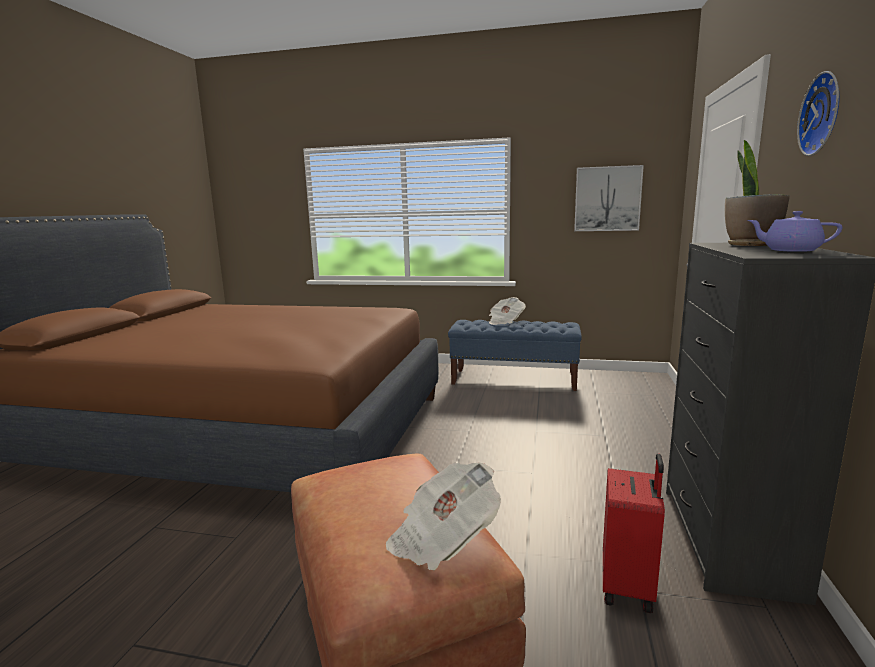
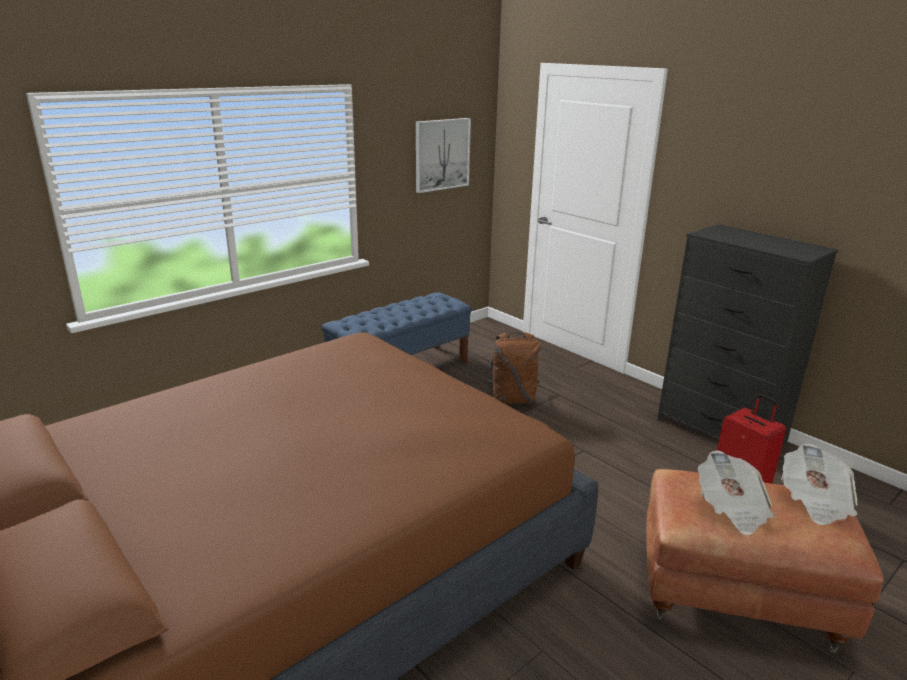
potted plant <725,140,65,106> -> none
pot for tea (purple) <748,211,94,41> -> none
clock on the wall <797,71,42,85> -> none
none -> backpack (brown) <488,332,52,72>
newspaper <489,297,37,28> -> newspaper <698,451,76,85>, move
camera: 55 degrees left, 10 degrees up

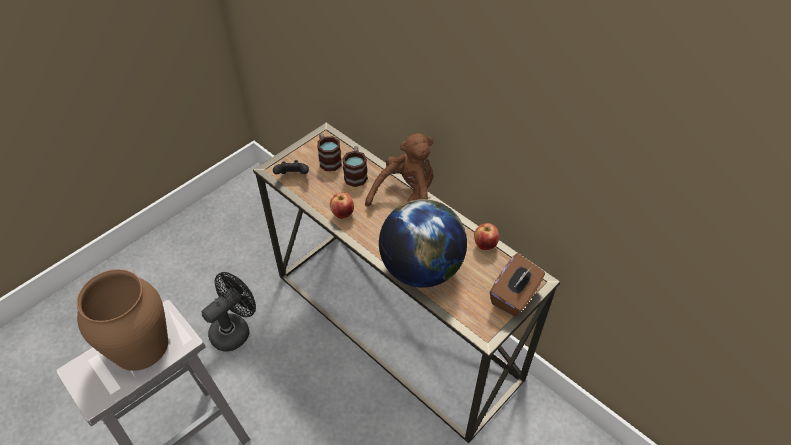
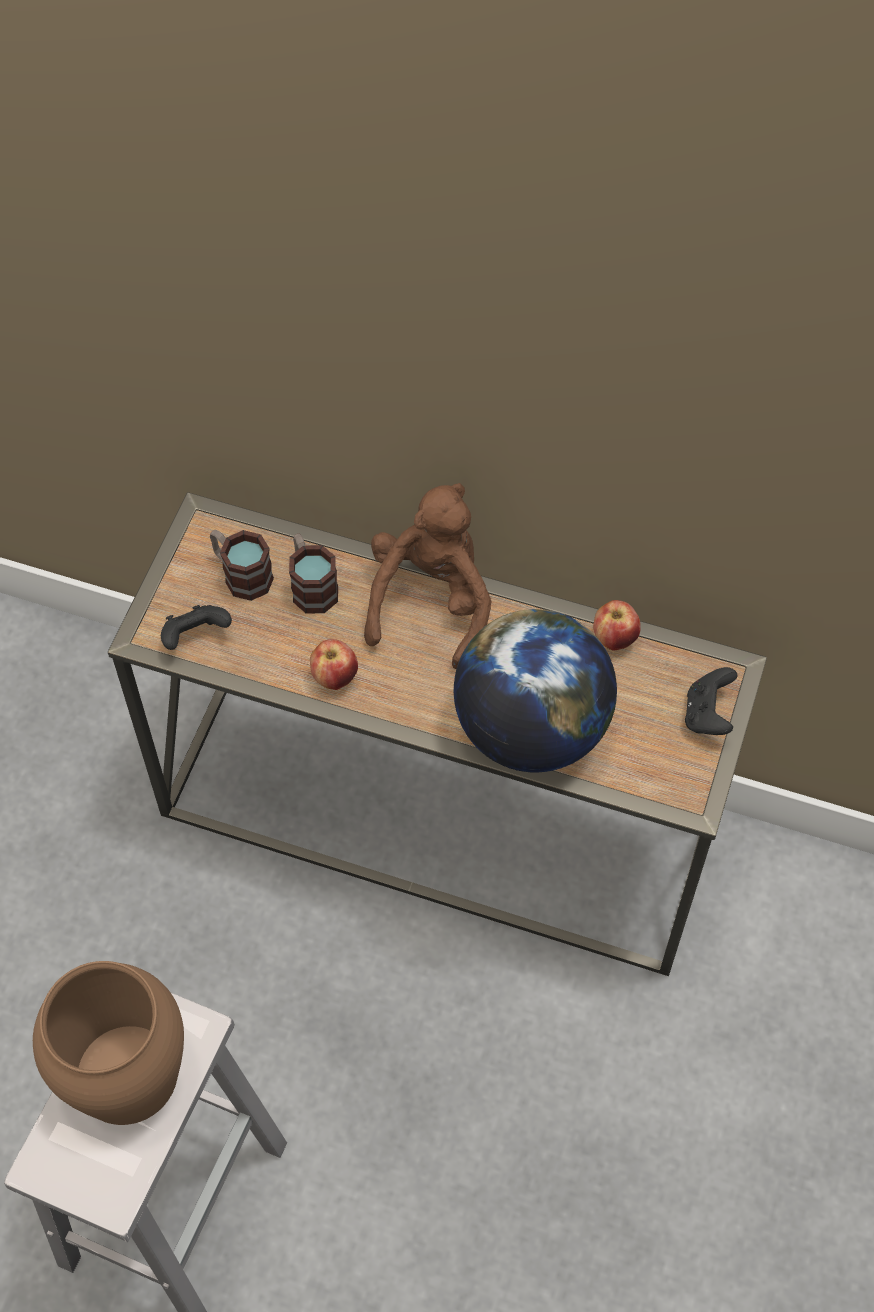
electric fan (black) <202,272,54,80> -> none
tissue holder (brown) <490,253,55,64> -> gamepad (black) <685,667,53,68>
camera: 25 degrees left, 10 degrees up

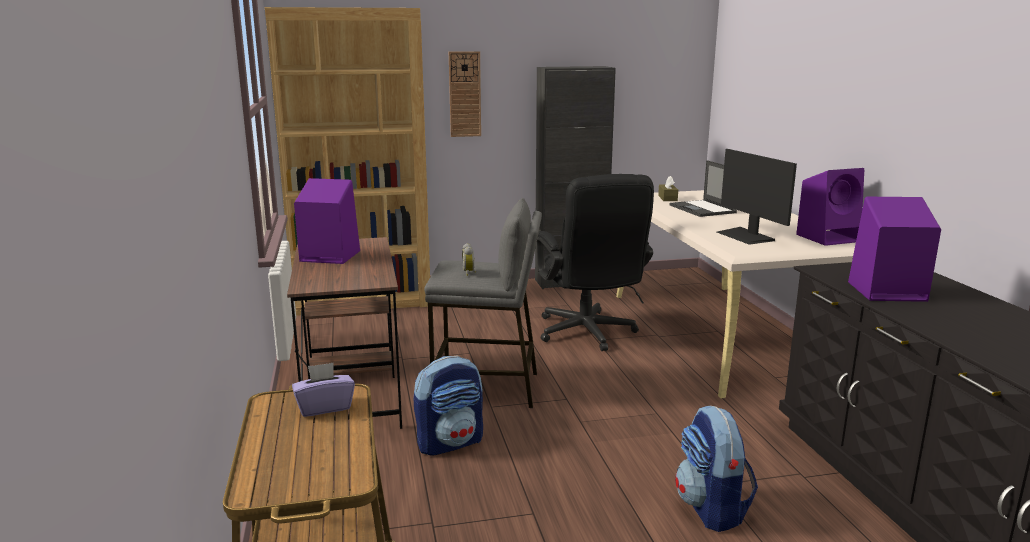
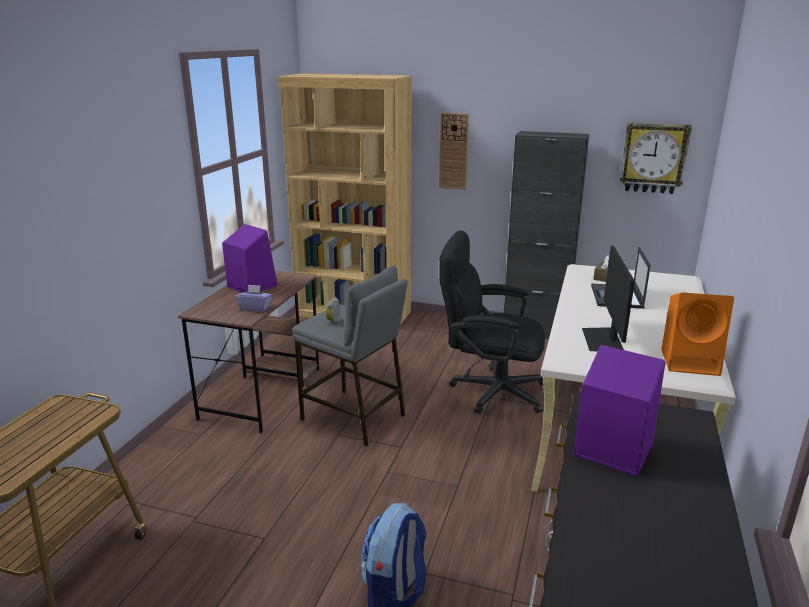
backpack <413,355,70,101> -> none
none -> clock on the wall <620,123,72,71>
tissue holder (purple) <292,362,63,55> -> tissue holder (purple) <236,284,36,28>, move
loudspeaker (purple) <796,168,68,78> -> loudspeaker (orange) <661,292,73,84>
office chair (black) <537,174,117,177> -> office chair (black) <439,231,106,183>, 90 degrees clockwise
camera: 30 degrees right, 5 degrees up

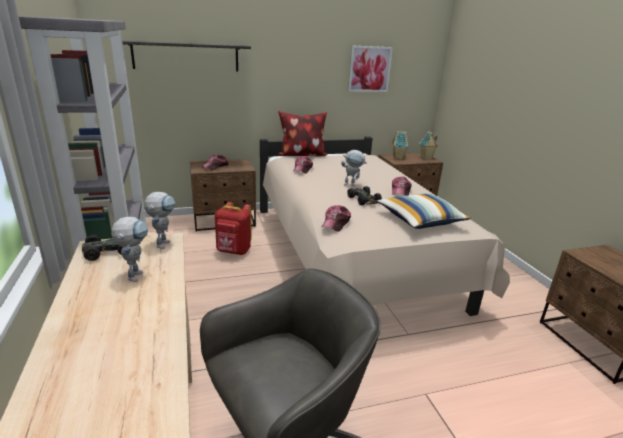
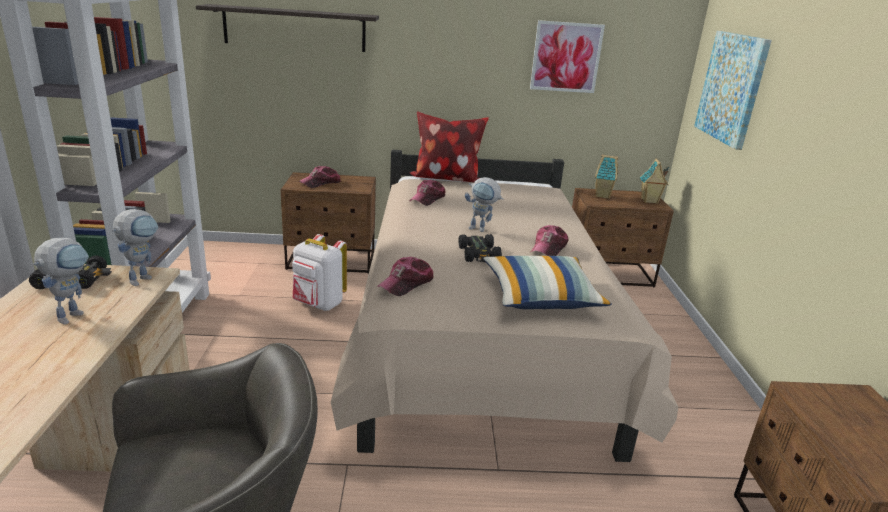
none -> wall picture <694,31,78,119>
backpack (red) <215,202,37,53> -> backpack (whitish) <292,234,55,77>
camera: 15 degrees right, 0 degrees up

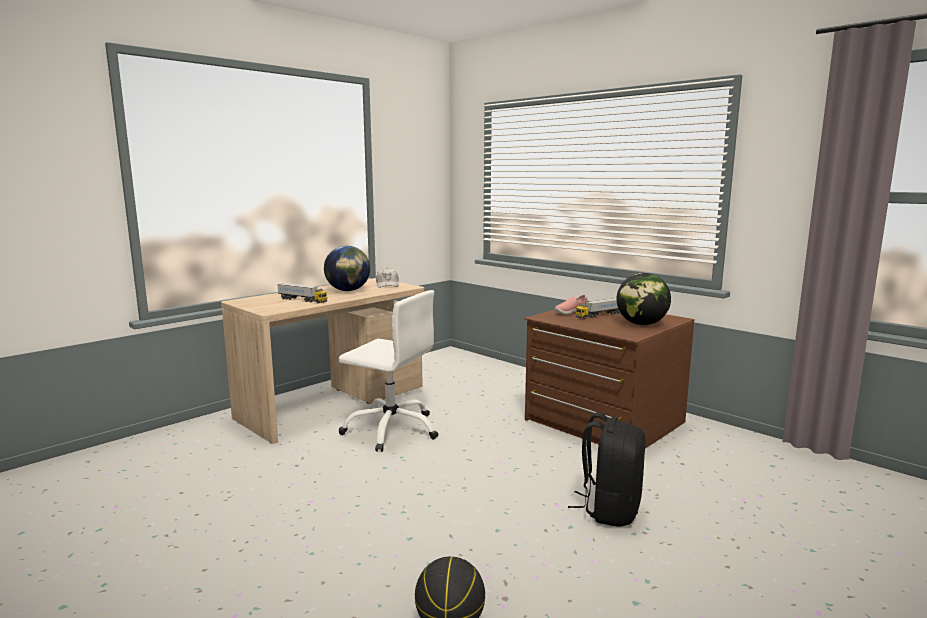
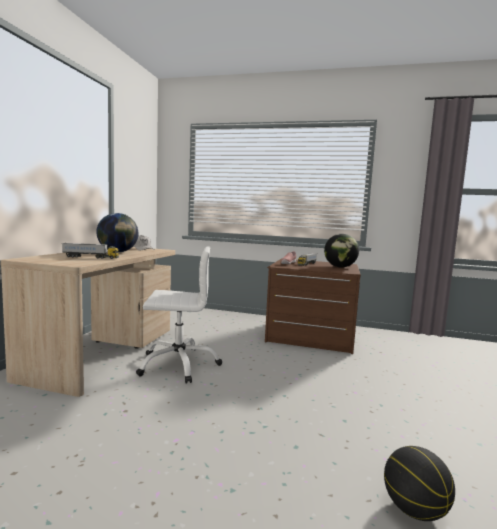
backpack (black) <568,412,78,115> -> none
camera: 30 degrees left, 5 degrees down

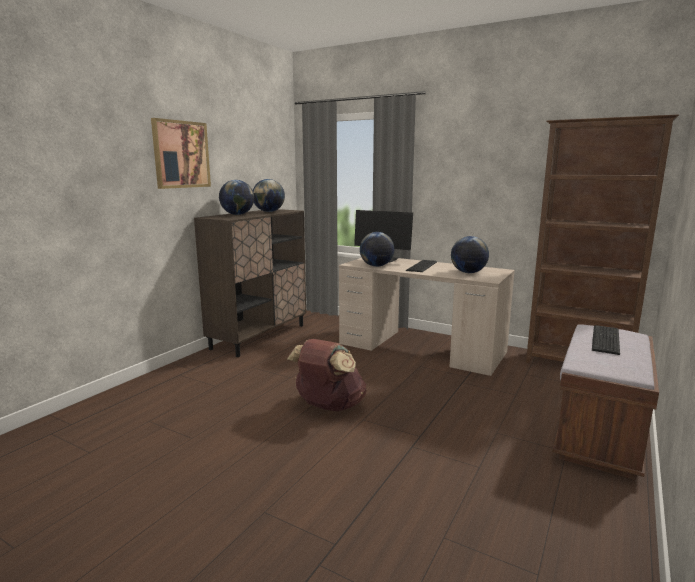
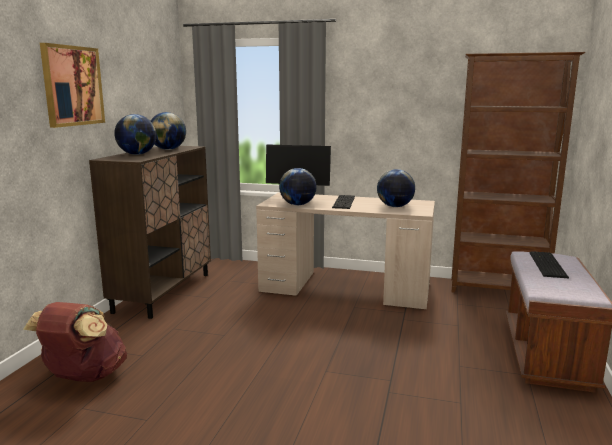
backpack (brown) <287,339,80,72> -> backpack (brown) <23,302,104,80>, move
camera: 15 degrees left, 0 degrees up

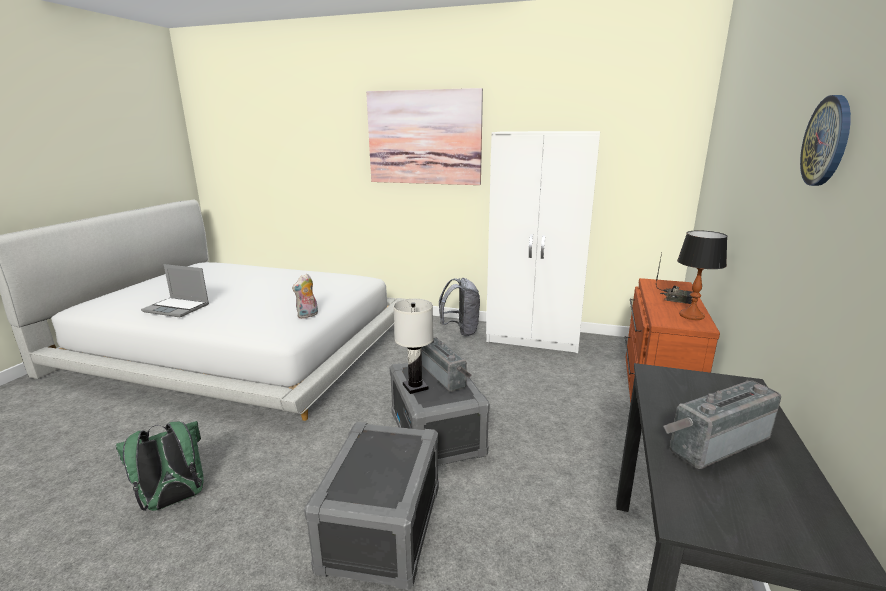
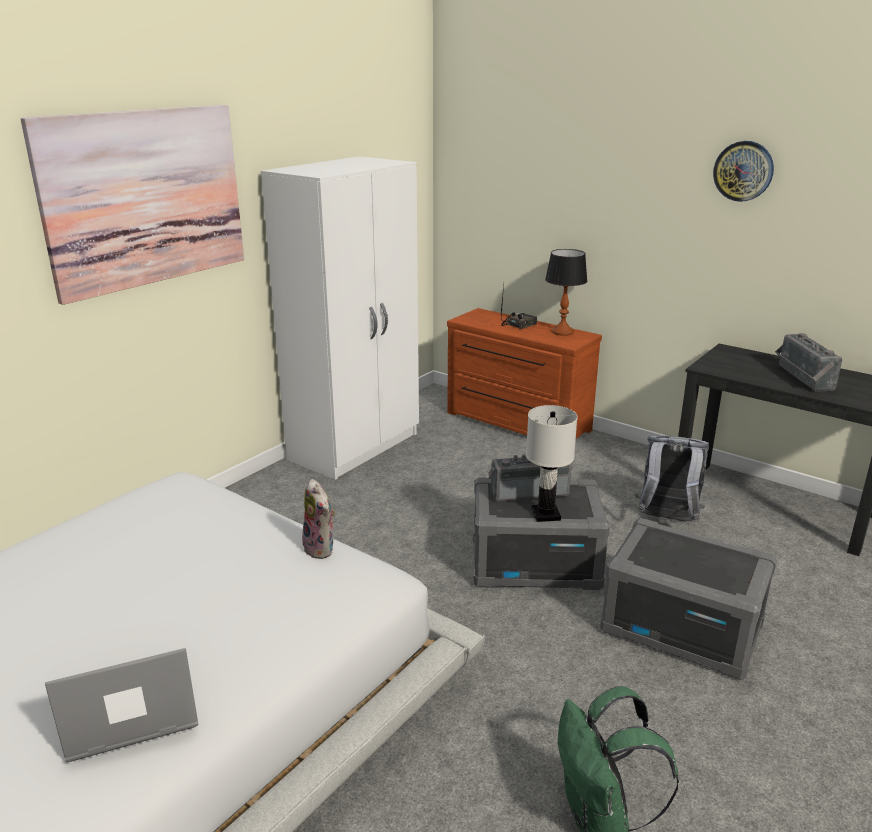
backpack (grey) <439,278,41,58> -> backpack (grey) <635,436,74,85>, move
laptop <141,264,68,53> -> laptop <45,648,154,114>, 150 degrees counterclockwise
camera: 70 degrees left, 5 degrees up

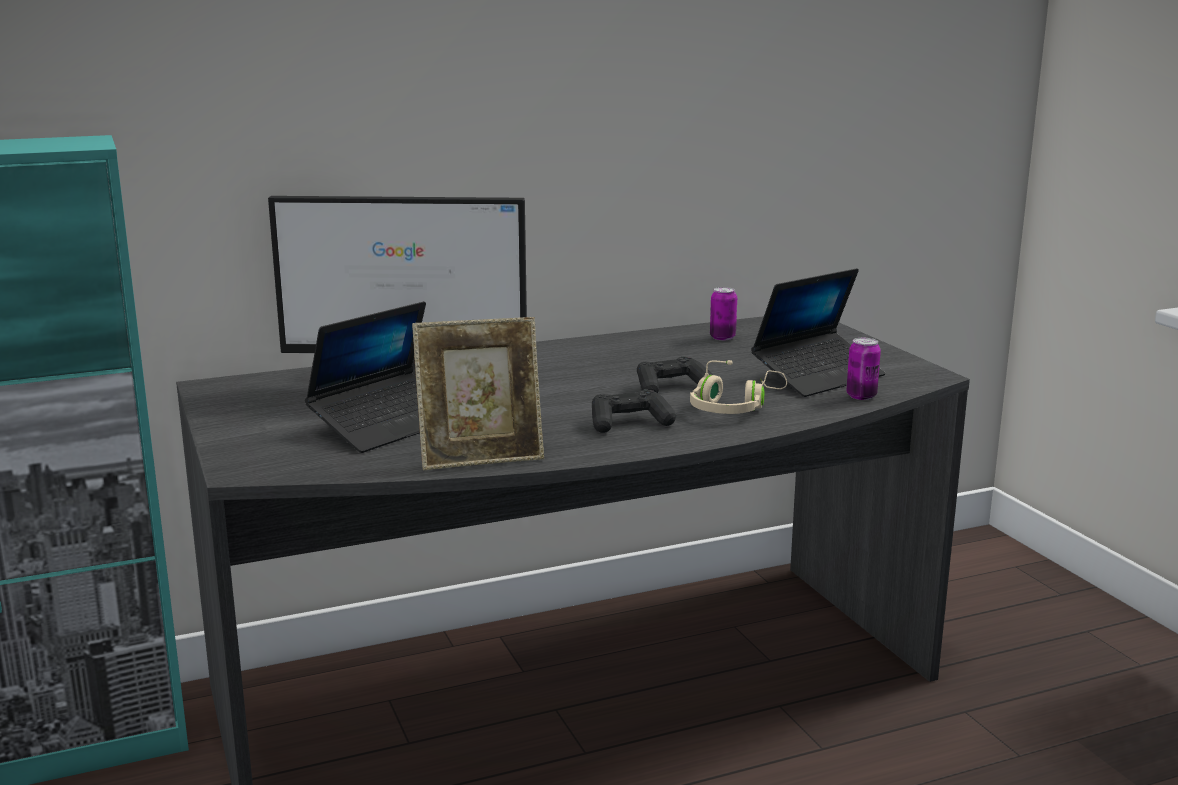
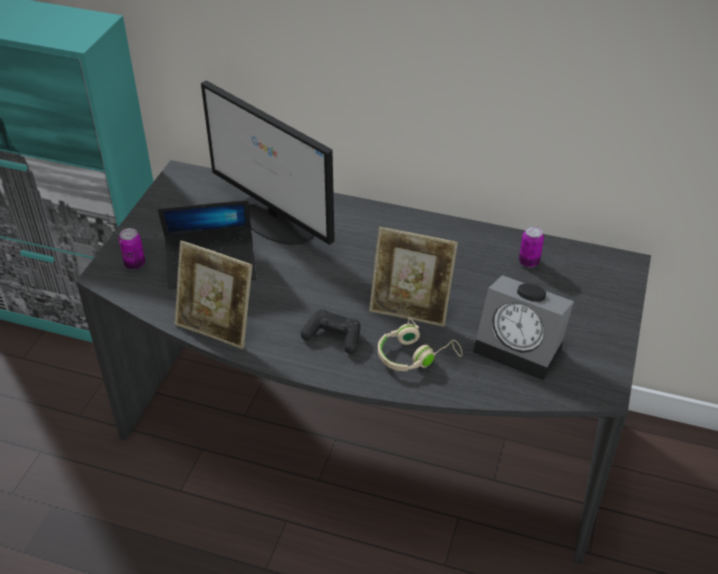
sealed can <846,338,35,62> -> sealed can <119,228,26,41>, move
gamepad (black) <637,356,76,37> -> picture frame <369,227,89,100>
laptop <751,268,135,129> -> alarm clock <473,275,101,106>
camera: 40 degrees right, 25 degrees up

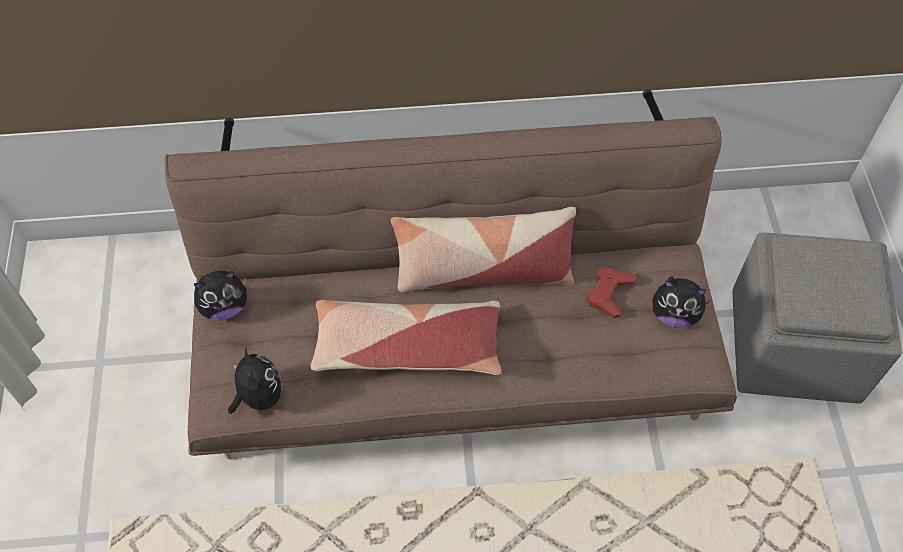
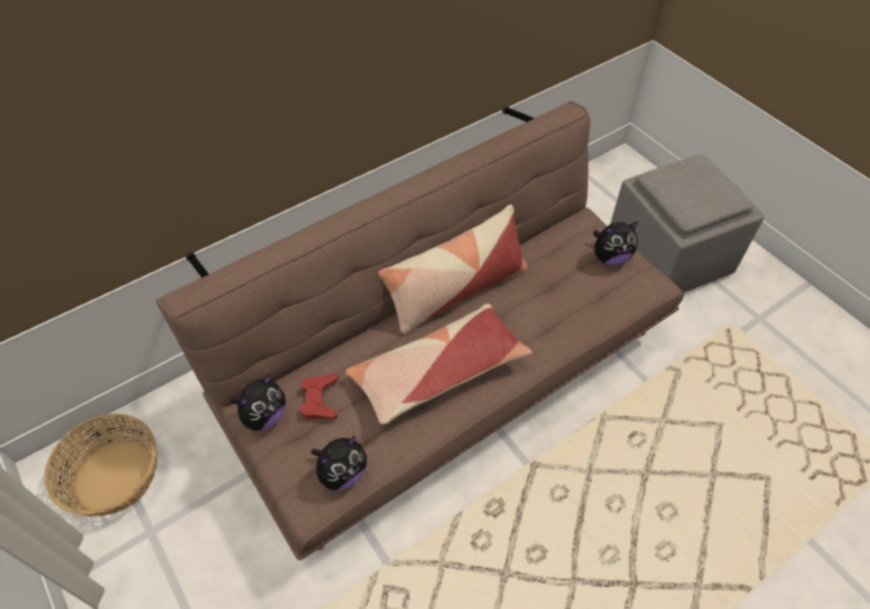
none -> basket <44,414,113,102>
gamepad (red) <586,267,51,51> -> gamepad (red) <300,373,38,47>, move
plush toy <228,348,54,66> -> plush toy <311,436,56,54>, 105 degrees clockwise
camera: 30 degrees left, 5 degrees down

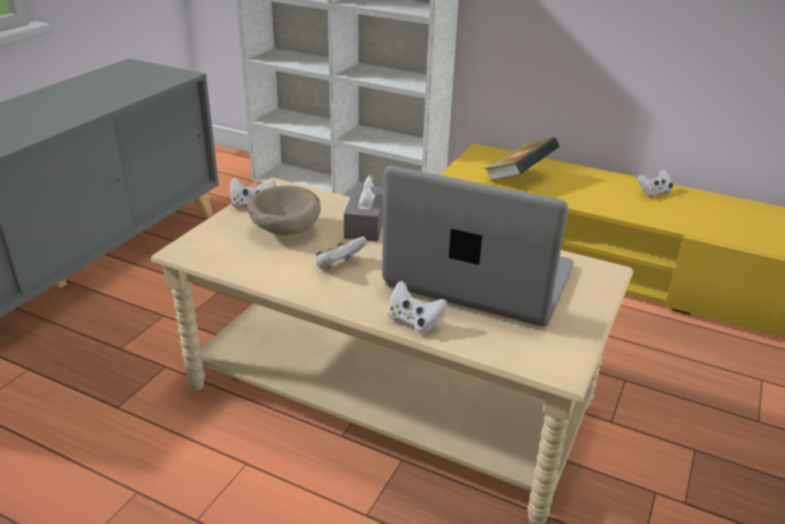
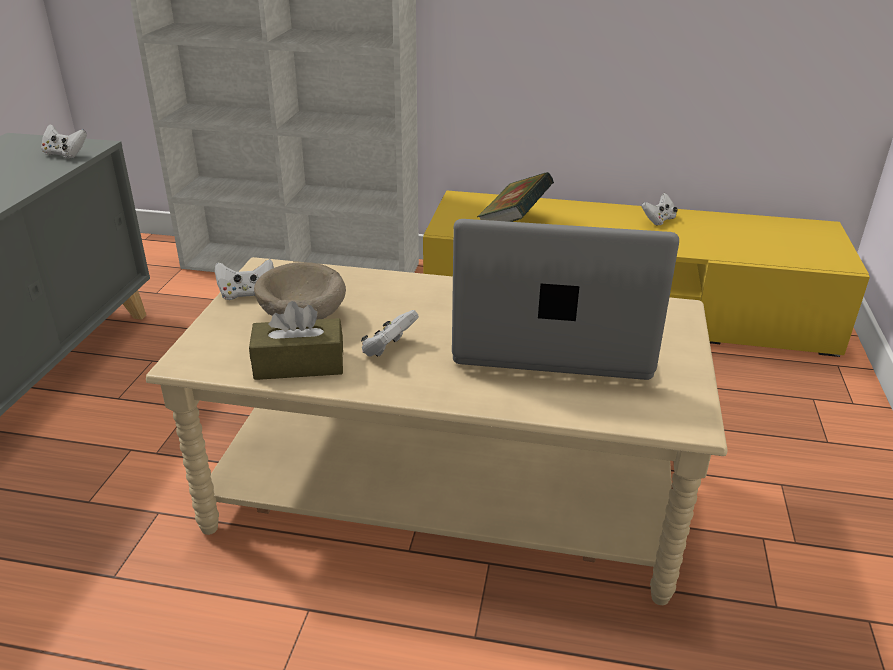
tissue holder (grey) <344,175,40,66> -> none
none -> tissue holder (brown) <249,301,94,79>
gamepad (whitish) <388,280,59,54> -> gamepad (whitish) <41,124,46,35>, move
camera: 15 degrees left, 0 degrees up

